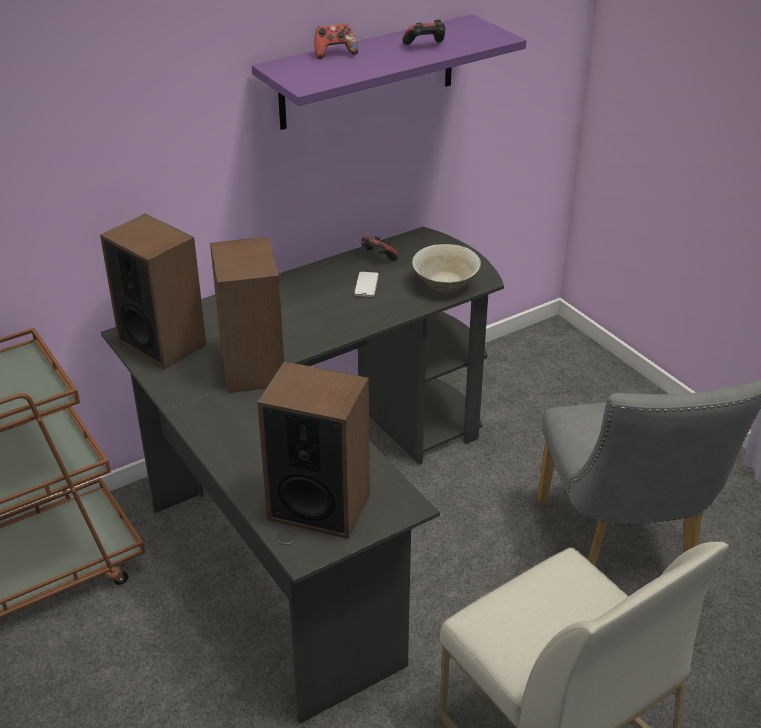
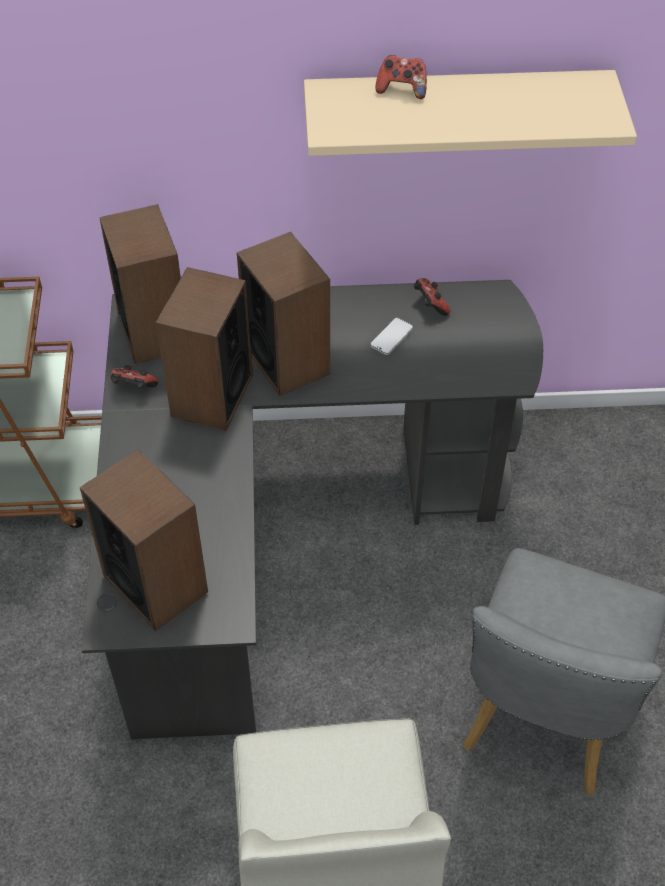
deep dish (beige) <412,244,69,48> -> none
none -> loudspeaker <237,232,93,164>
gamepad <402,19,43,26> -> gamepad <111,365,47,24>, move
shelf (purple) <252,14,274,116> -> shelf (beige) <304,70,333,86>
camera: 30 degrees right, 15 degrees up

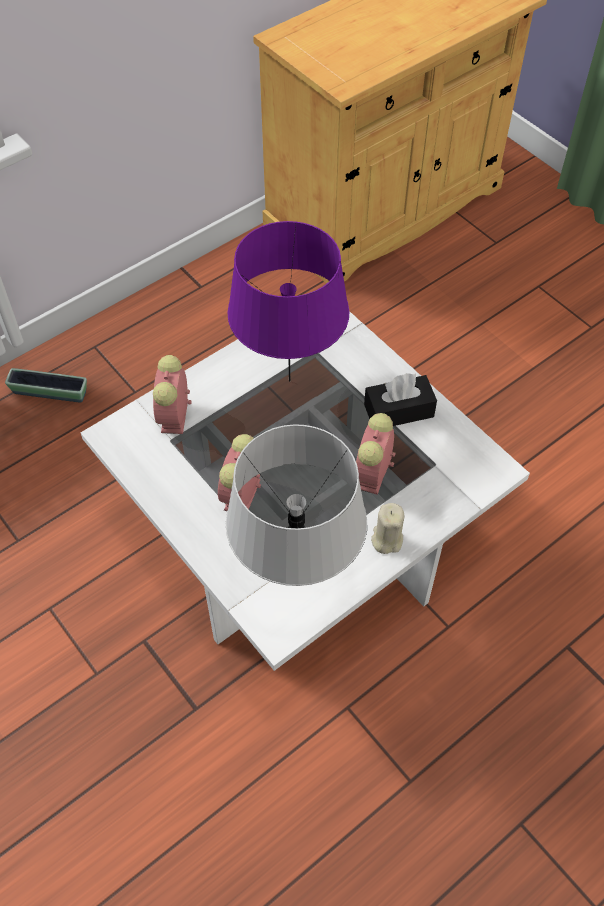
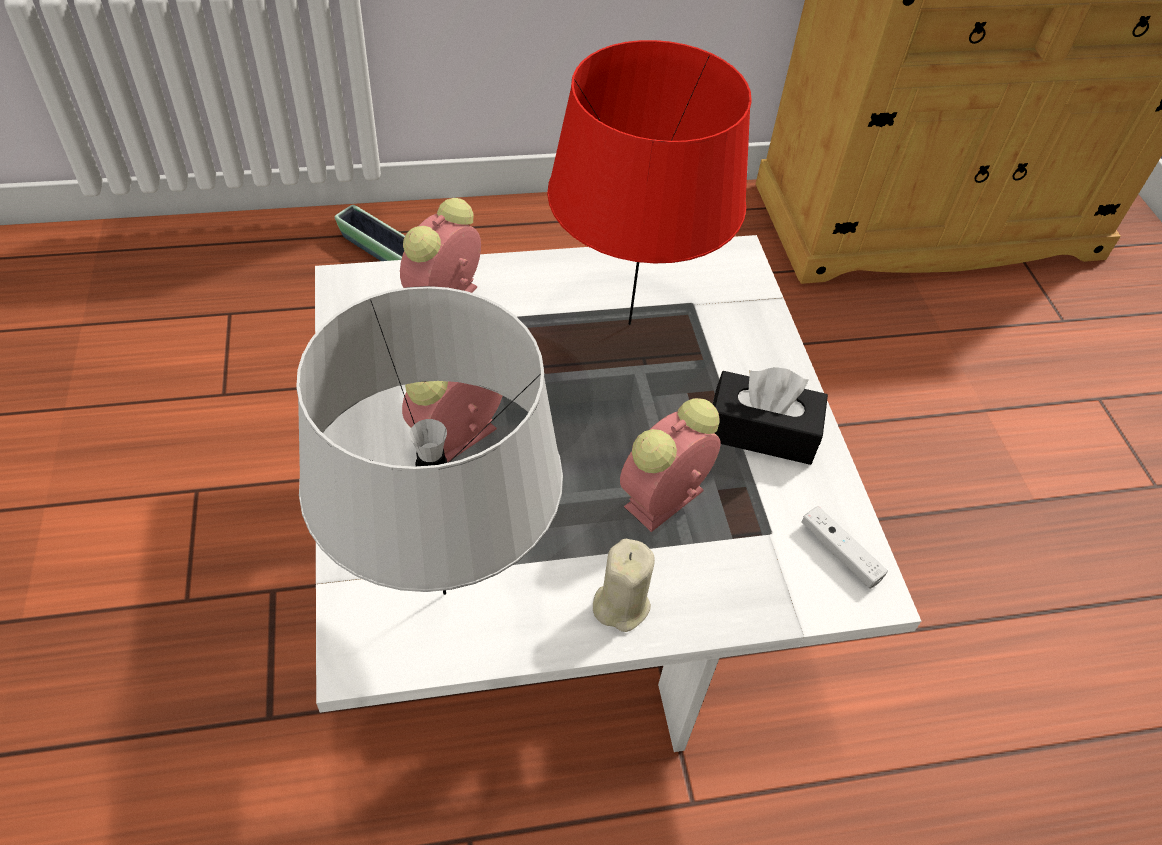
none -> gamepad (whitish) <801,506,87,83>
table lamp (purple) <227,221,123,161> -> table lamp (red) <547,40,205,285>
camera: 25 degrees right, 5 degrees down

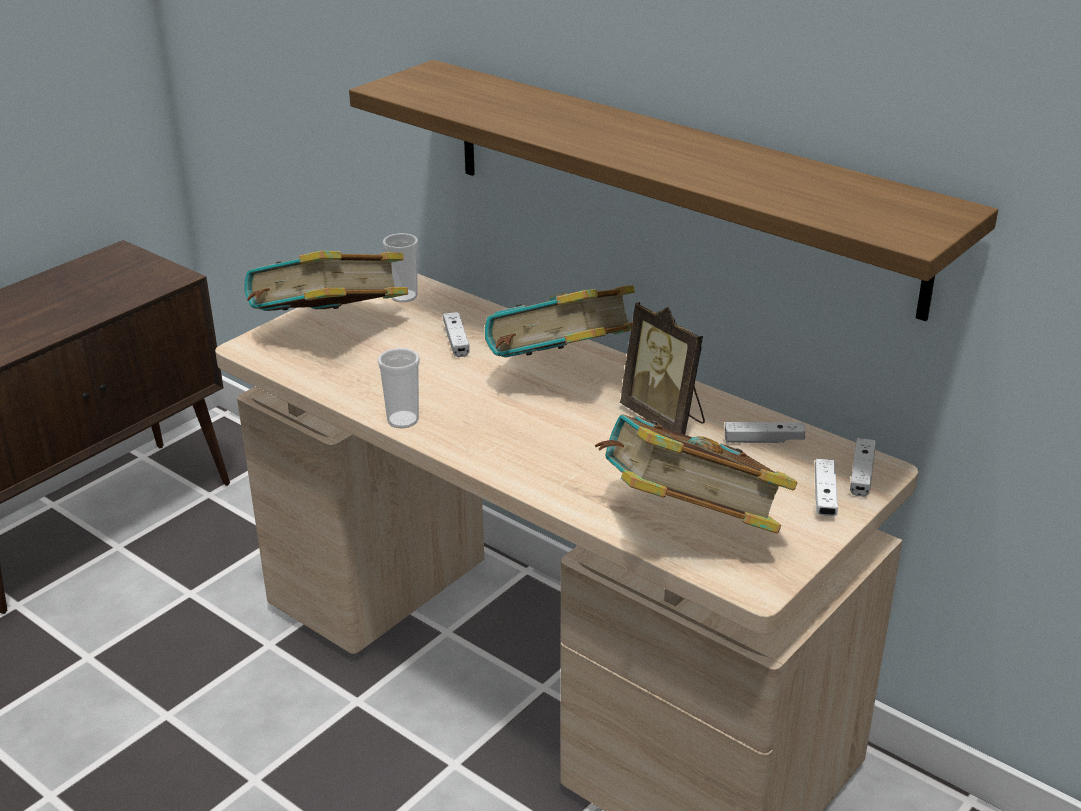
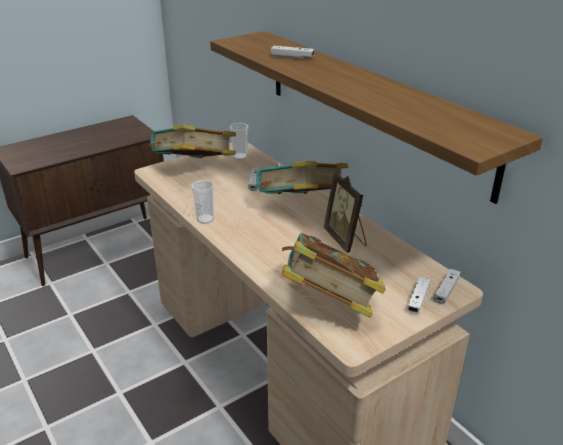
gamepad (whitish) <725,422,80,21> -> gamepad (whitish) <271,46,43,13>, move
camera: 15 degrees right, 0 degrees up

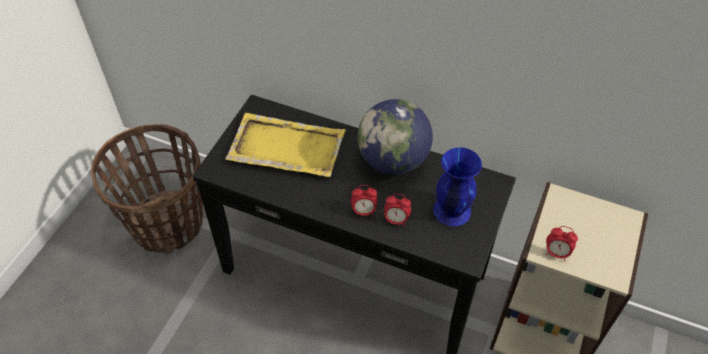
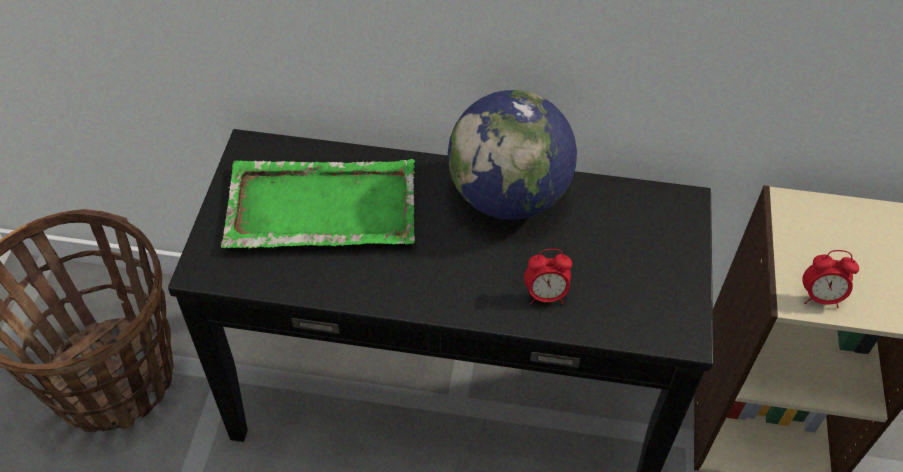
alarm clock <351,185,27,32> -> none
decorative vase (bluish) <433,147,49,79> -> none
serving tray (yellow) <225,113,121,64> -> serving tray (greenish) <221,159,194,89>
camera: 15 degrees left, 0 degrees up

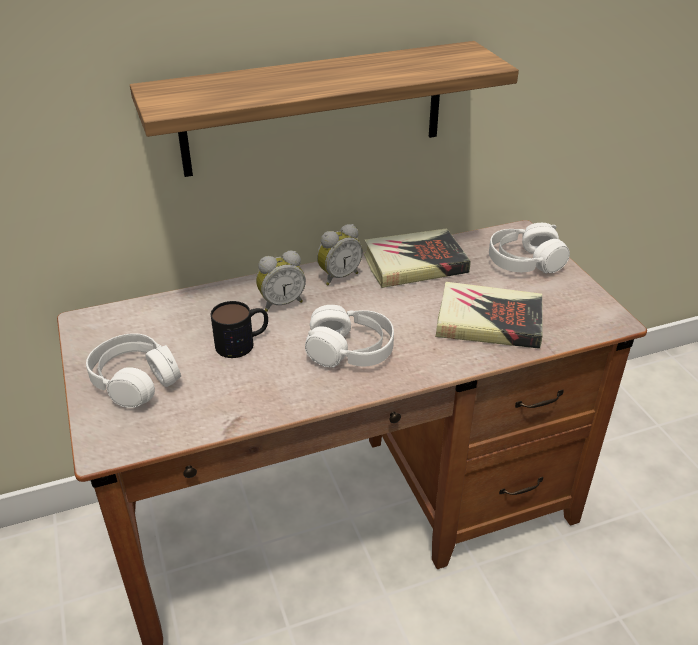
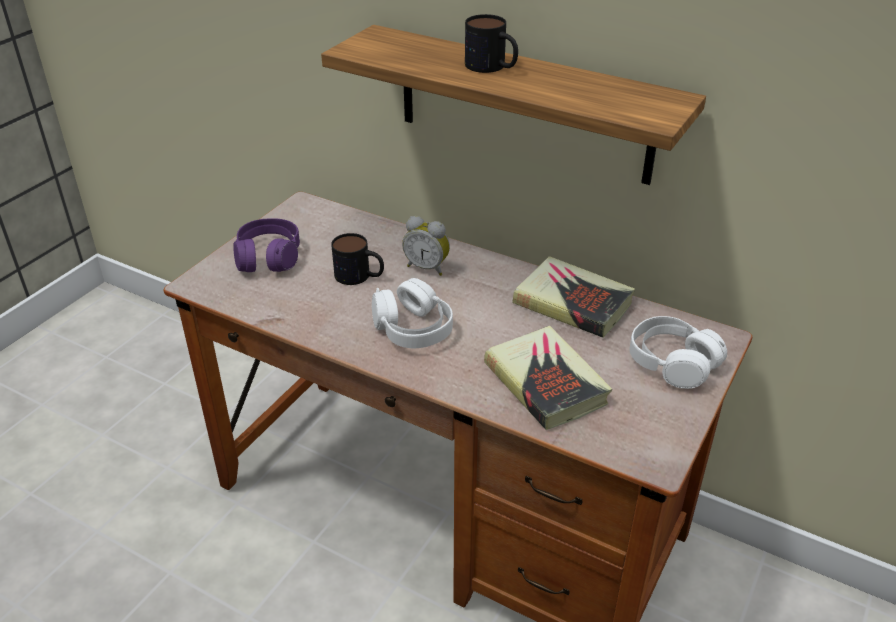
alarm clock <317,224,46,61> -> none
none -> coffee mug <465,14,53,59>
pair of headphones (whitish) <86,333,95,75> -> pair of headphones (purple) <233,218,67,54>
camera: 50 degrees right, 0 degrees up

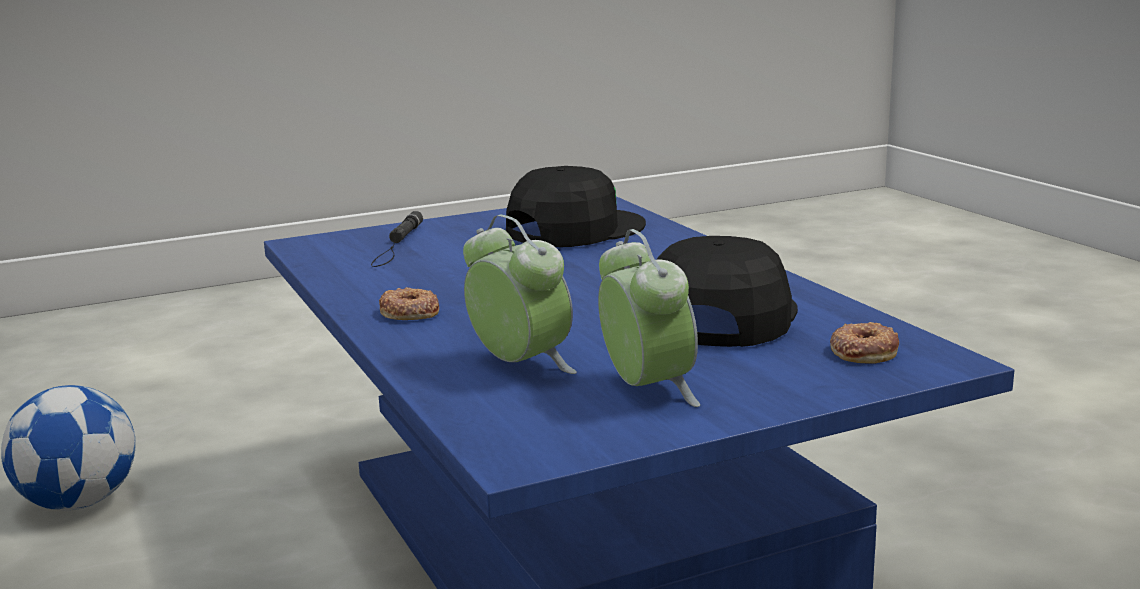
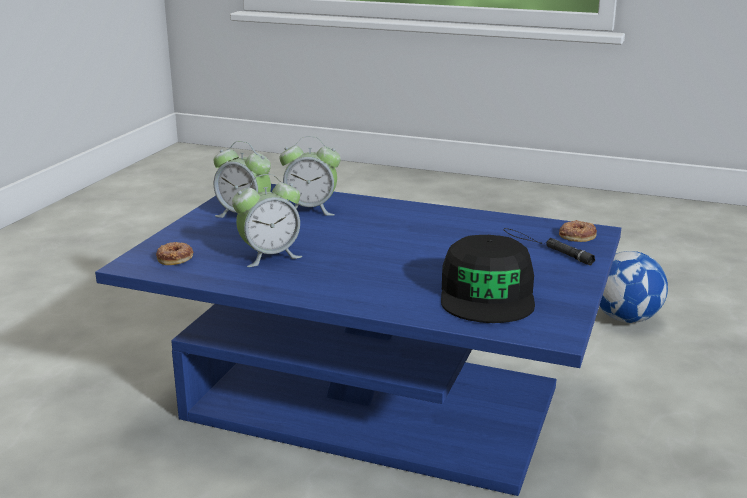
doughnut <379,287,60,33> -> doughnut <559,220,38,22>, move
peaked cap (black) <657,236,141,111> -> alarm clock <232,174,70,93>
camera: 135 degrees right, 5 degrees up

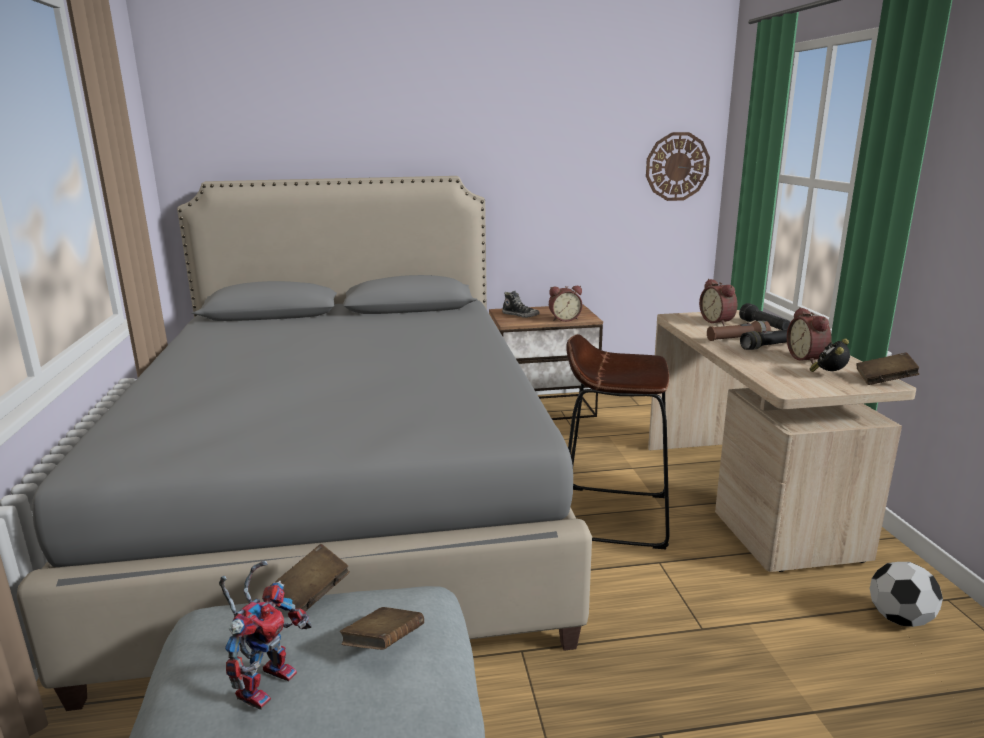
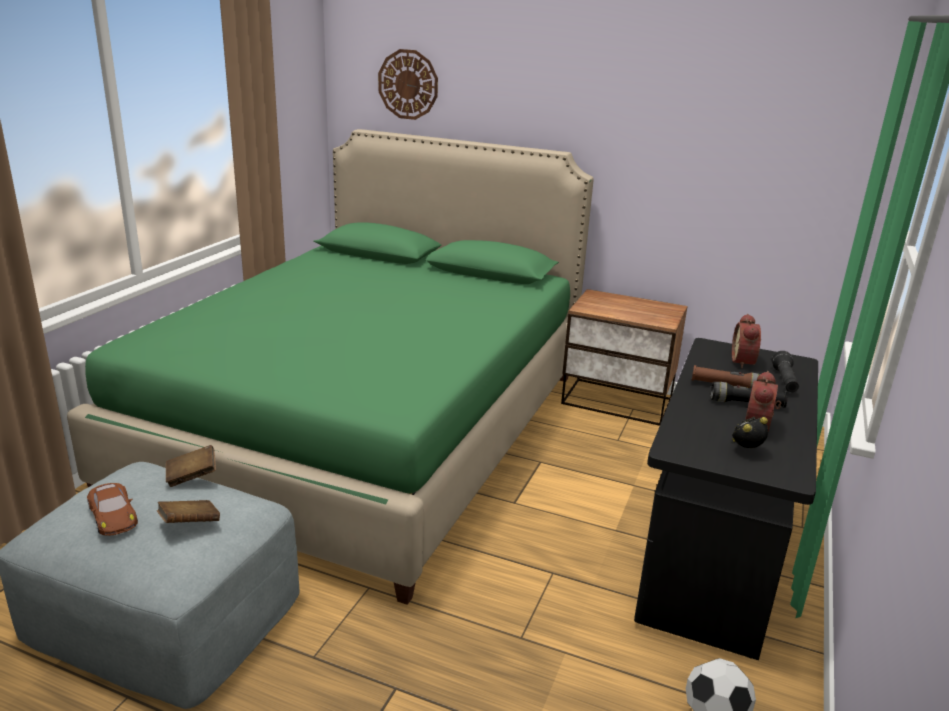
low shoe <502,291,38,27> -> none
alarm clock <549,286,33,36> -> none
stool seat (brown) <566,334,104,215> -> none
book (brown) <856,352,63,33> -> none
clock on the wall <646,132,64,69> -> clock on the wall <378,49,60,71>, move
toy robot <219,561,93,149> -> toy car (brown) <87,483,51,53>
sleeping bed (grey) <17,176,575,535> -> sleeping bed (greenish) <67,129,527,476>
desk unit (beige) <648,310,268,262> -> desk unit (black) <634,338,184,322>
camera: 30 degrees right, 5 degrees up

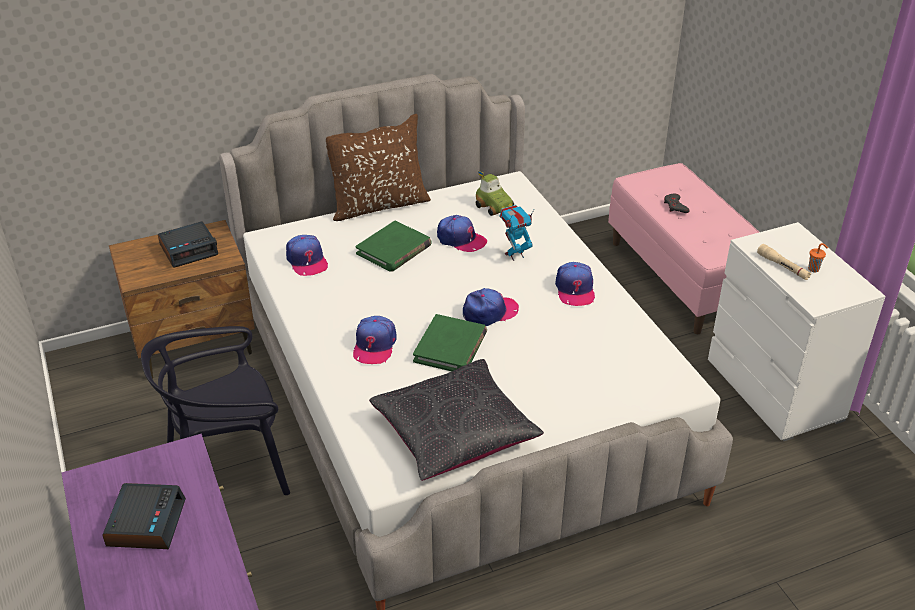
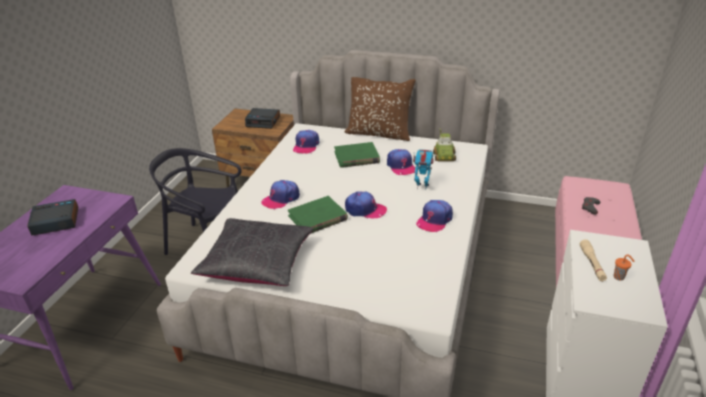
alarm clock <102,483,84,66> -> alarm clock <27,199,51,36>, 150 degrees counterclockwise
camera: 40 degrees right, 5 degrees down

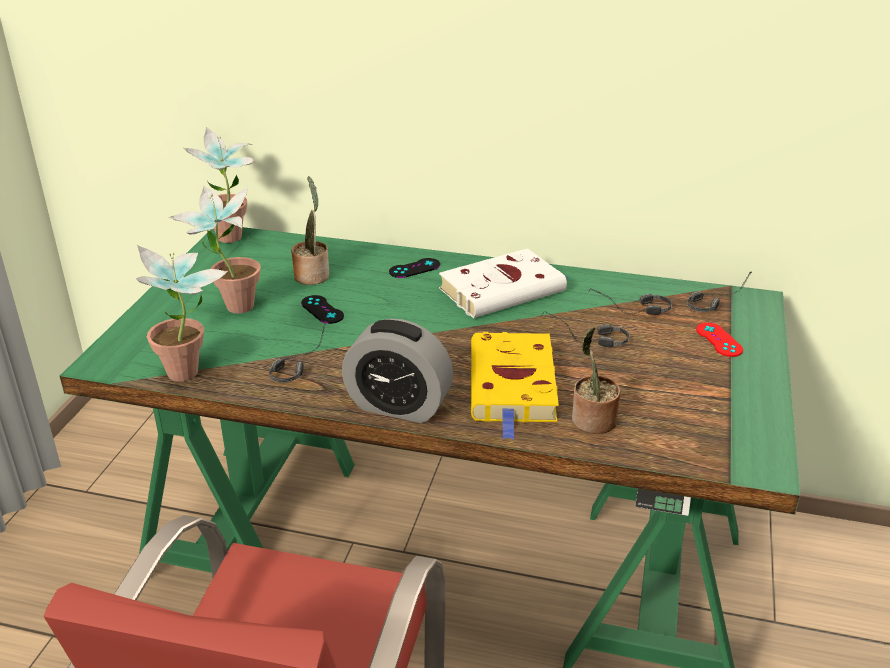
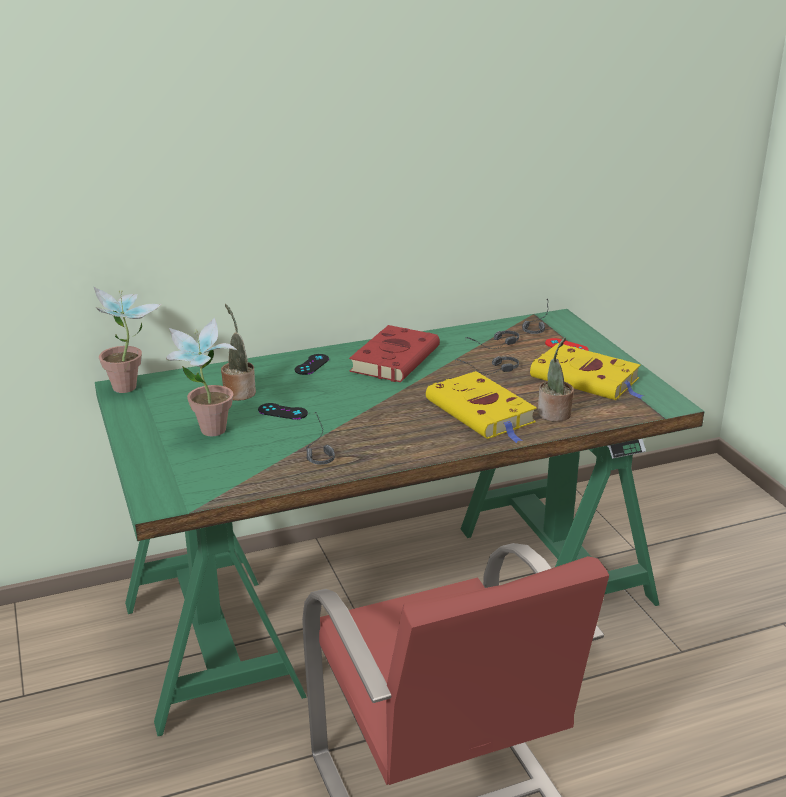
potted plant <135,245,93,136> -> none
alarm clock <342,319,111,104> -> none
none -> book (yellow) <530,343,114,57>
book (whitish) <439,248,129,70> -> book (red) <349,325,91,57>
camera: 35 degrees left, 5 degrees down

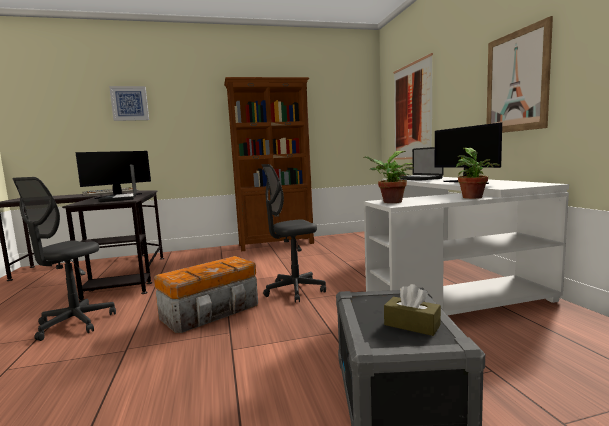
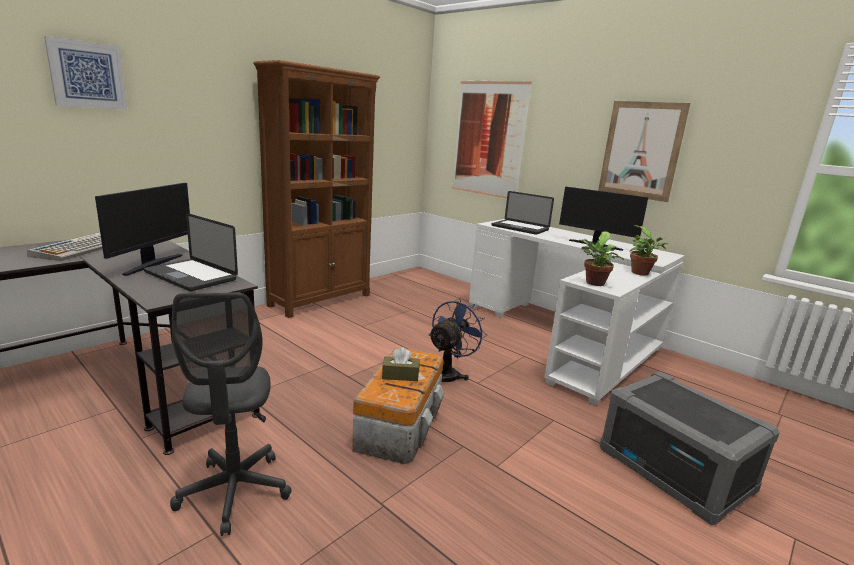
tissue holder (brown) <384,284,57,52> -> tissue holder (brown) <382,347,37,34>, move
office chair (grey) <262,164,64,139> -> electric fan (bluish) <428,298,59,84>
camera: 35 degrees left, 10 degrees up

